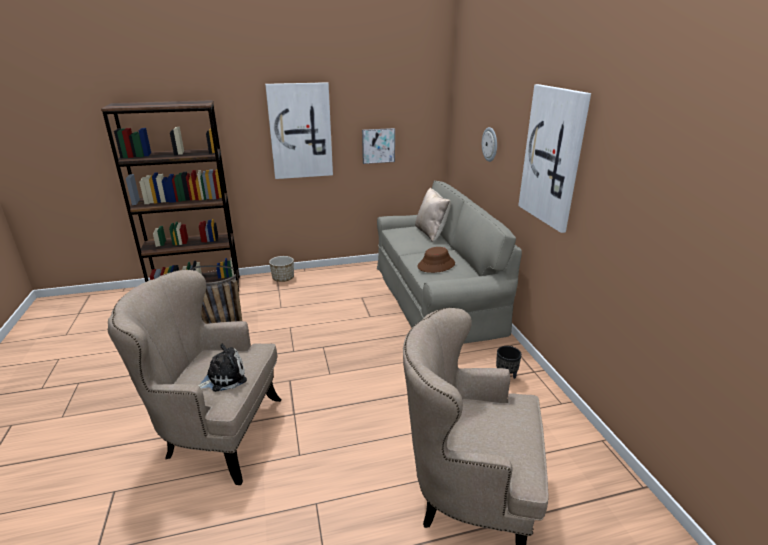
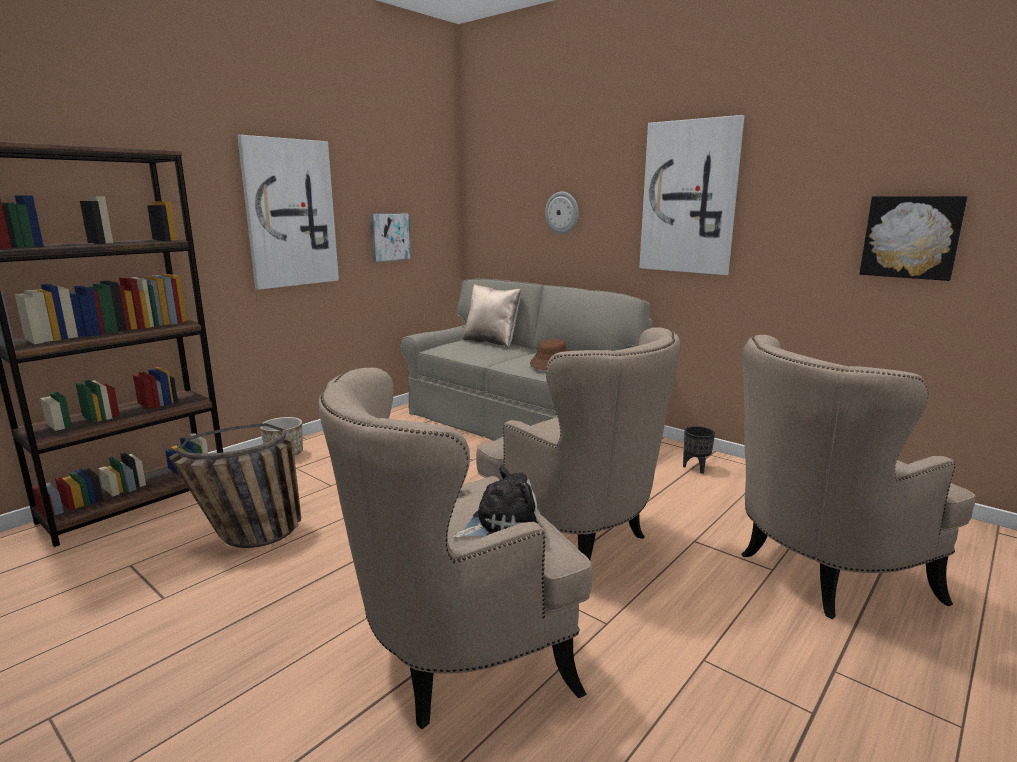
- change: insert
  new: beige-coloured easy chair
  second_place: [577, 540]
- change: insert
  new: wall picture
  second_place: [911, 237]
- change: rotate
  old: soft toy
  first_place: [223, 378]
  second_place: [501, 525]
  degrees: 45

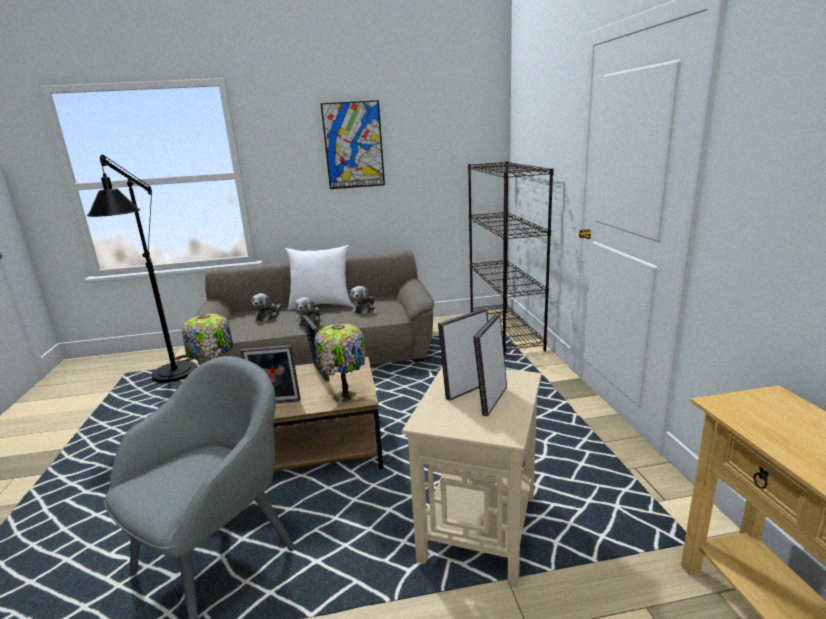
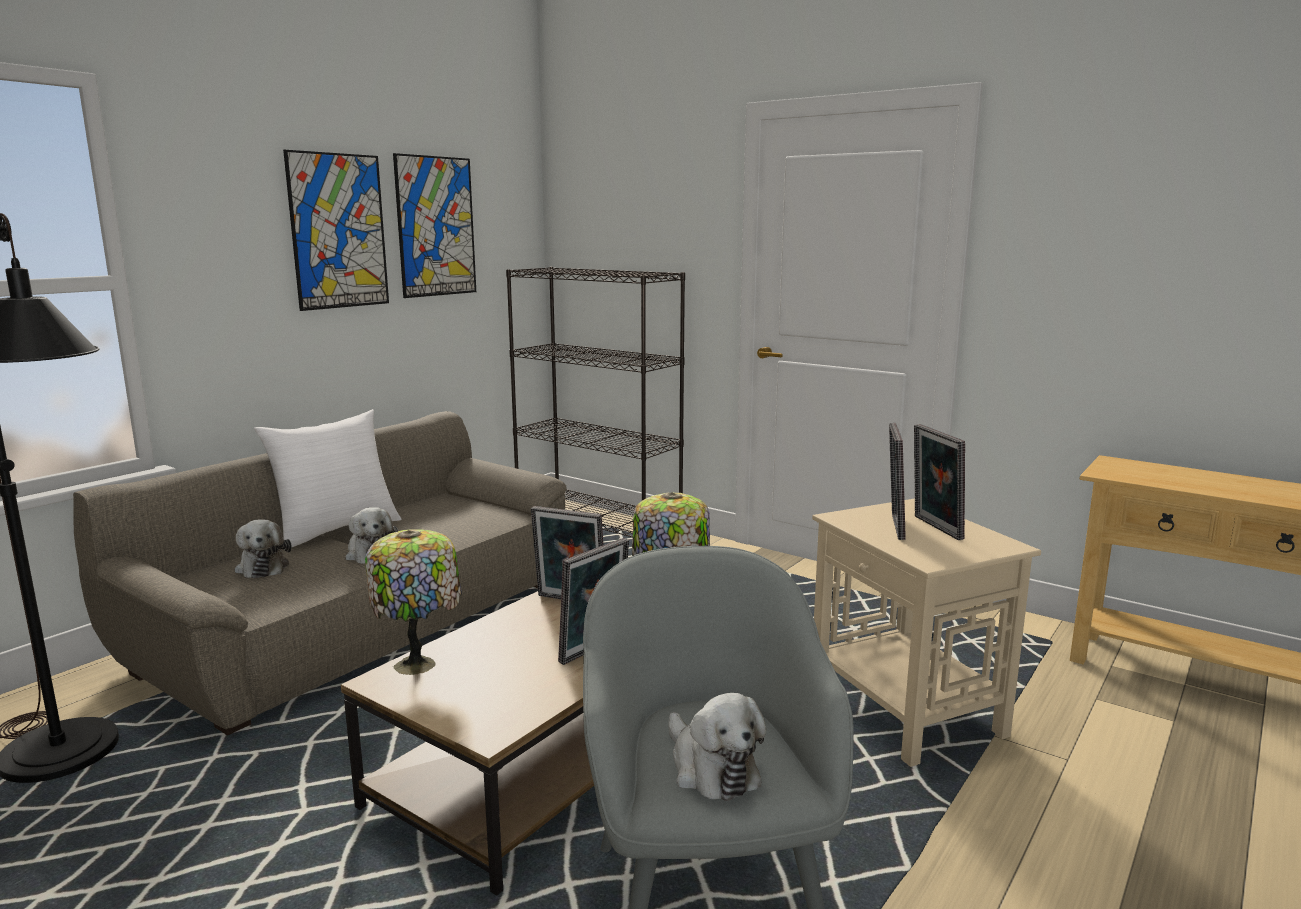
- change: insert
  new: wall picture
  second_place: [436, 226]
- change: move
  old: soft toy
  first_place: [363, 308]
  second_place: [711, 768]

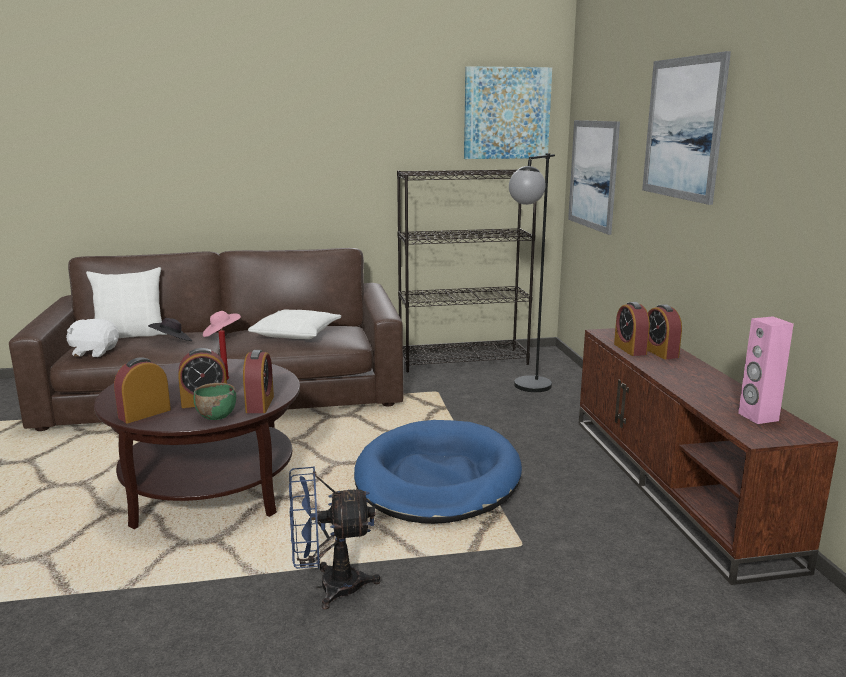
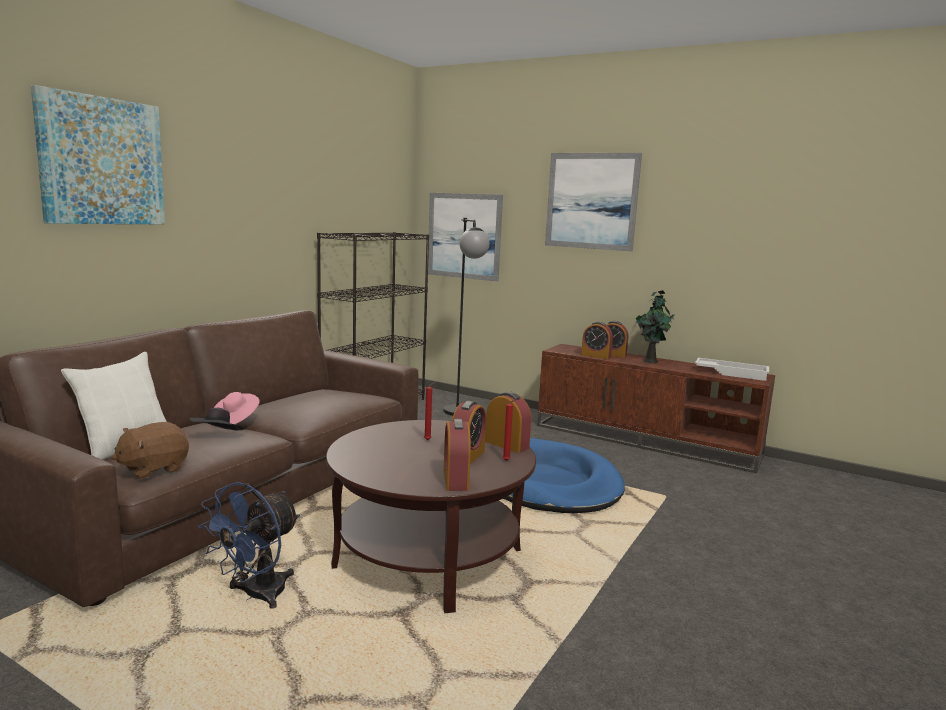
- change: delete
  old: white-coloured pillow
  first_place: [296, 333]
- change: insert
  new: houseplant
  second_place: [650, 361]
- change: move
  old: blue-coloured cooling fan
  first_place: [329, 587]
  second_place: [256, 596]
- change: move
  old: wall picture
  first_place: [506, 113]
  second_place: [102, 161]
- change: replace
  old: green bowl
  new: red wax light
  first_place: [216, 415]
  second_place: [507, 461]
- change: replace
  old: pink audio speaker
  new: white-coloured tray
  first_place: [757, 417]
  second_place: [731, 373]
- change: recolor
  old: white-coloured soft toy
  new: brownish soft toy
  first_place: [94, 352]
  second_place: [153, 469]

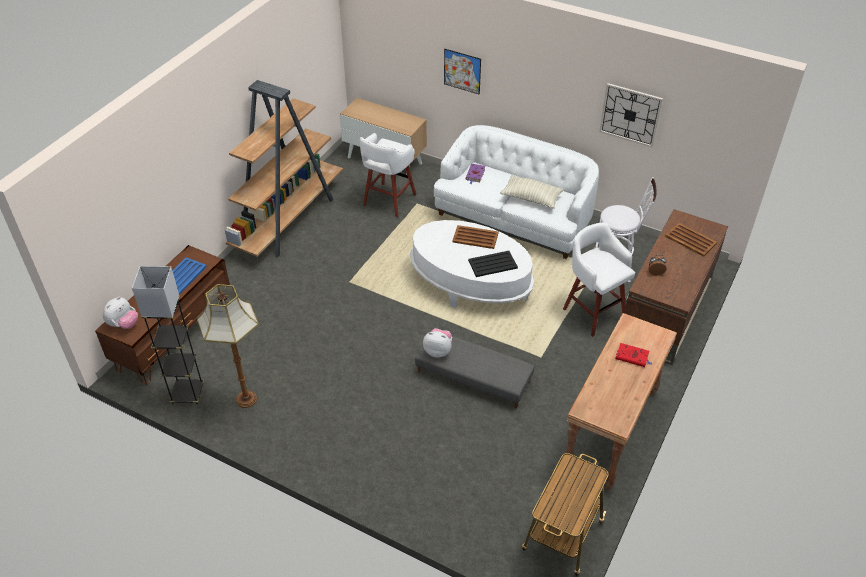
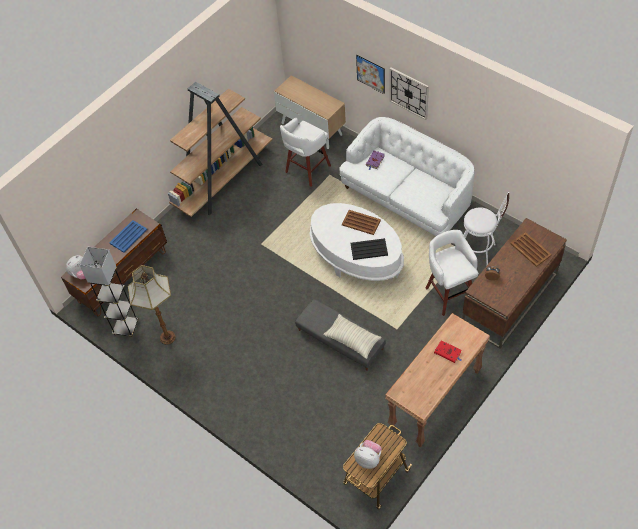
- change: move
  old: soft toy
  first_place: [438, 351]
  second_place: [368, 459]
- change: move
  old: pillow
  first_place: [531, 198]
  second_place: [352, 340]
- change: move
  old: wall clock
  first_place: [630, 115]
  second_place: [409, 93]

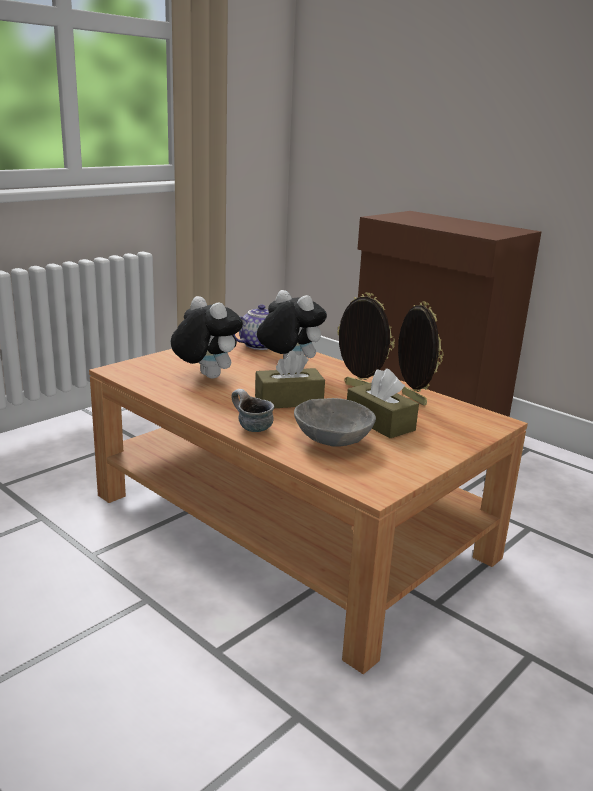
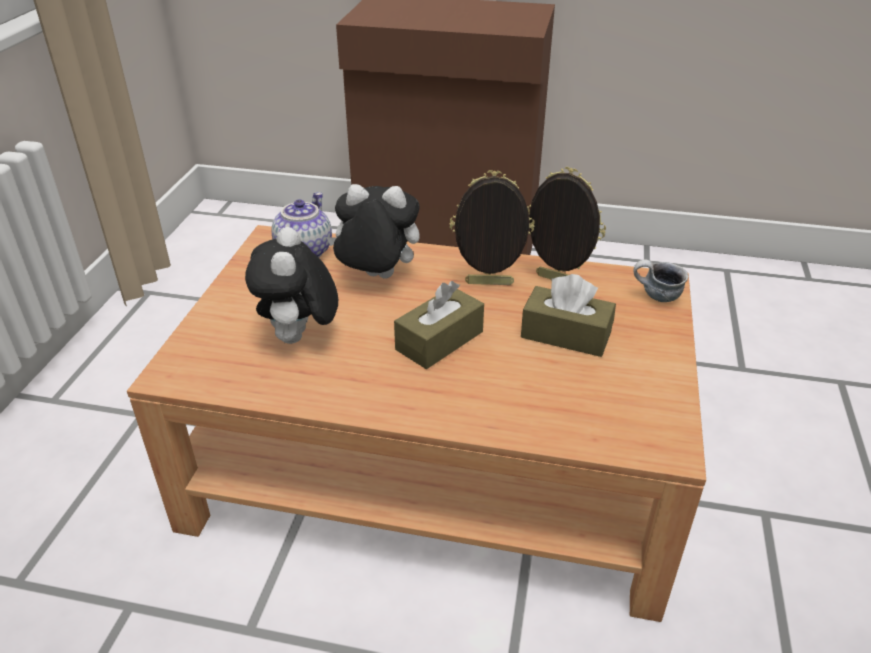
- change: delete
  old: grey bowl
  first_place: [331, 440]
- change: move
  old: tea mug
  first_place: [250, 428]
  second_place: [655, 297]
- change: rotate
  old: soft toy
  first_place: [205, 376]
  second_place: [299, 338]
  degrees: -105

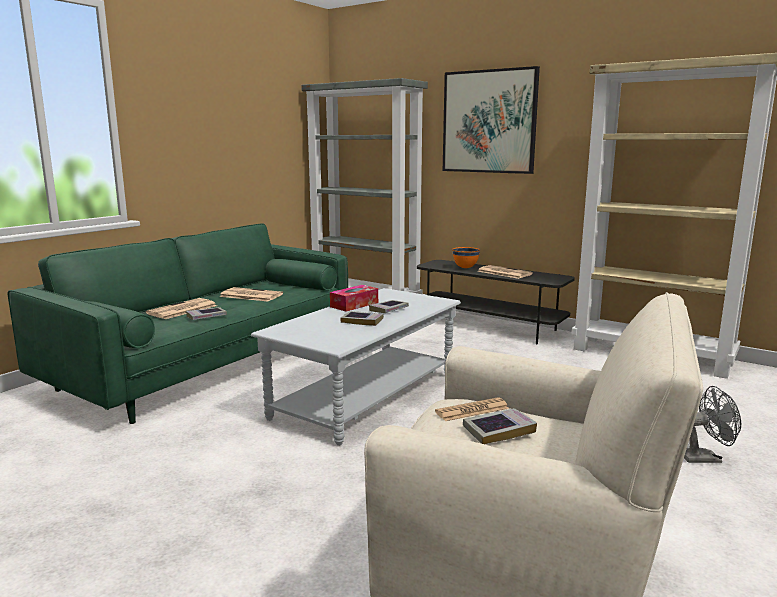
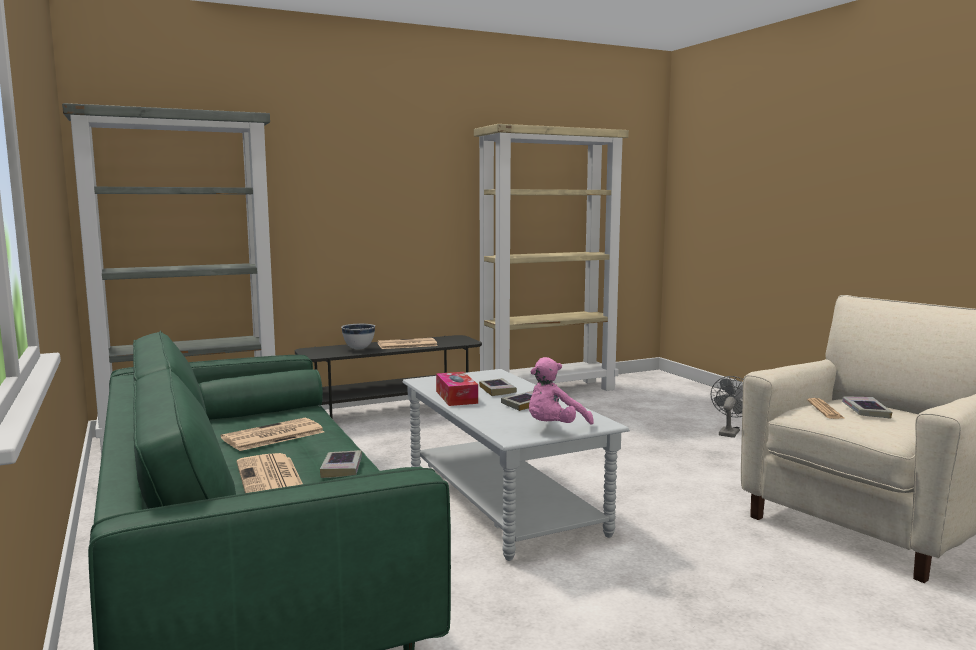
- change: delete
  old: wall picture
  first_place: [489, 122]
- change: insert
  new: pink soft toy
  second_place: [554, 428]
- change: recolor
  old: orange bowl
  new: white-coloured bowl
  first_place: [465, 268]
  second_place: [359, 349]

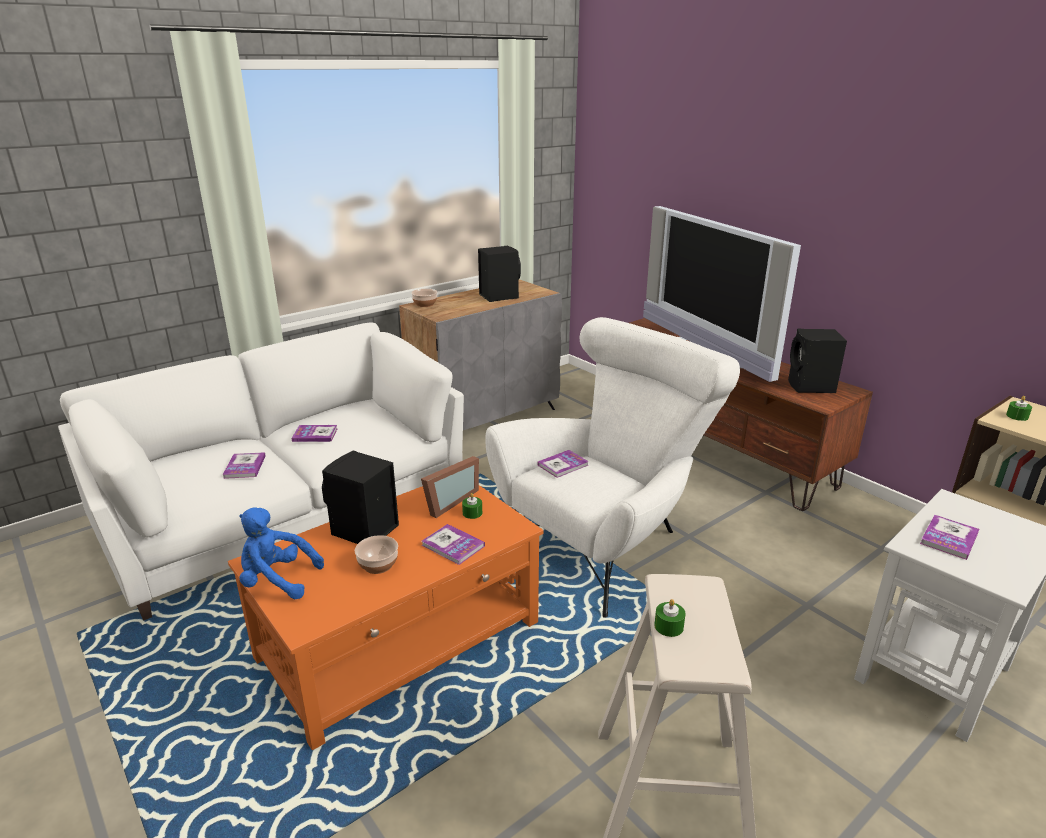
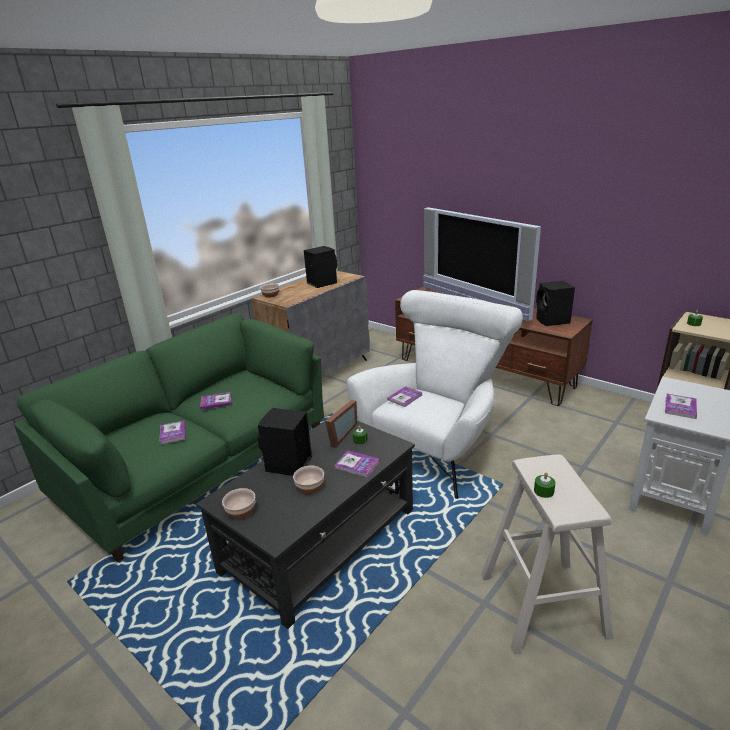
- change: replace
  old: blue-coloured soft toy
  new: bowl
  first_place: [277, 580]
  second_place: [240, 511]
- change: recolor
  old: white-coloured sofa
  new: green sofa
  first_place: [286, 513]
  second_place: [197, 464]
- change: recolor
  old: orange coffee table
  new: black-coloured coffee table
  first_place: [401, 640]
  second_place: [321, 540]

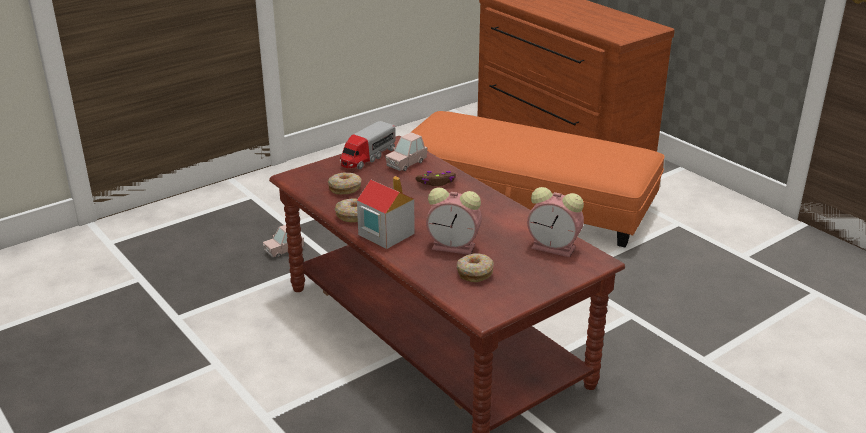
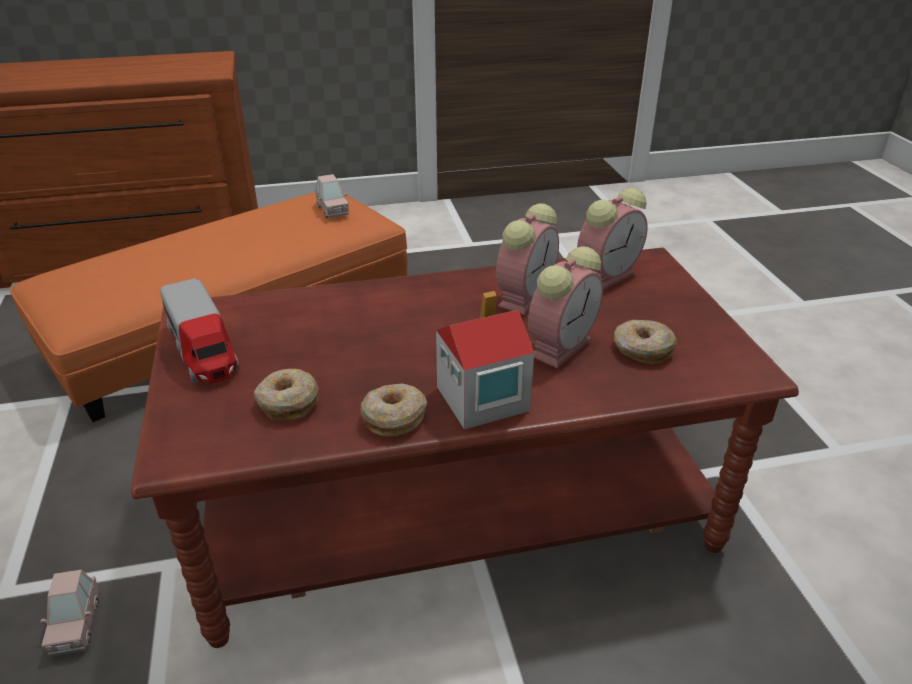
- change: delete
  old: brownish game controller
  first_place: [436, 183]
- change: insert
  new: alarm clock
  second_place: [525, 296]
- change: move
  old: pink miniature car
  first_place: [406, 164]
  second_place: [332, 210]

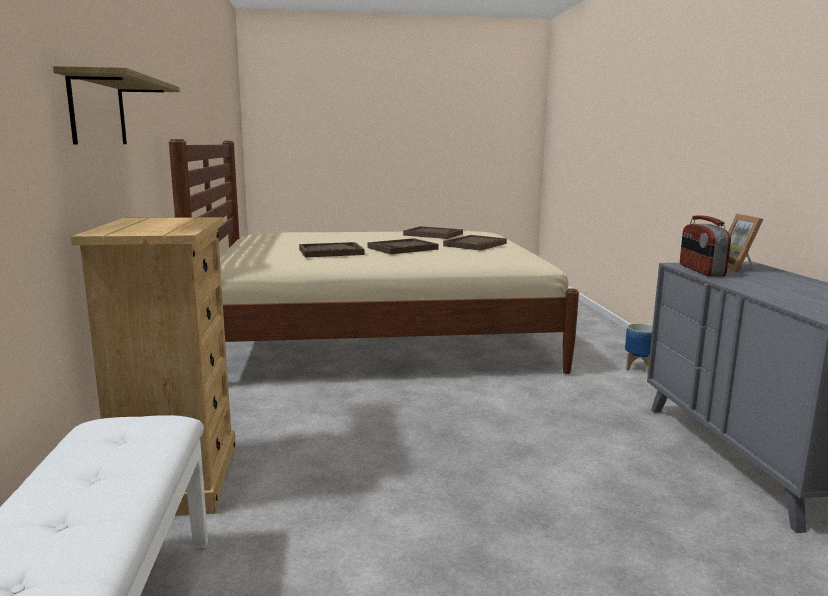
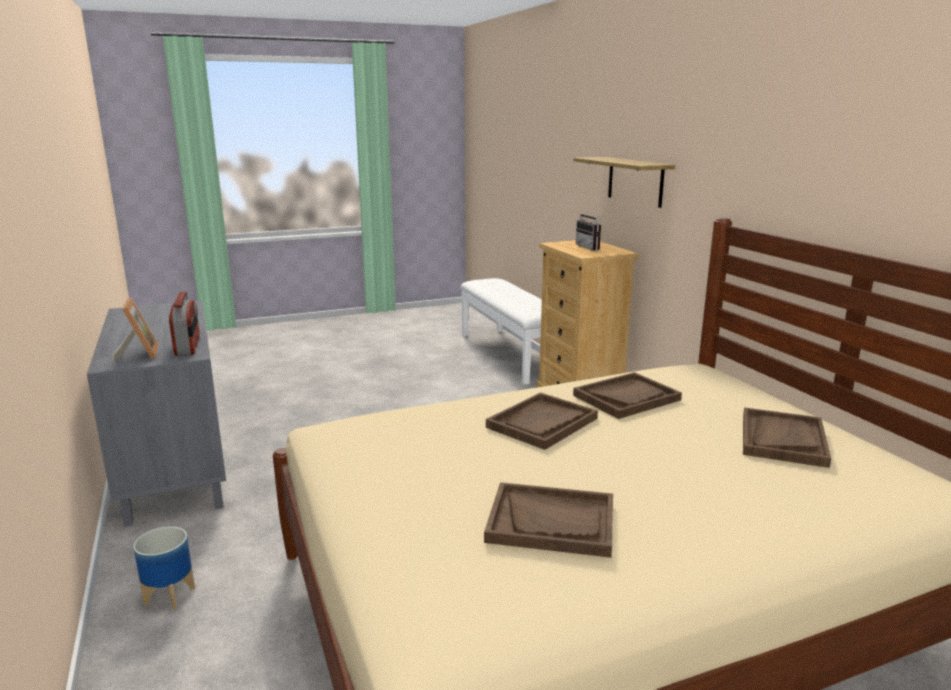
- change: insert
  new: radio receiver
  second_place: [591, 248]
- change: move
  old: brownish tray
  first_place: [475, 245]
  second_place: [782, 439]

